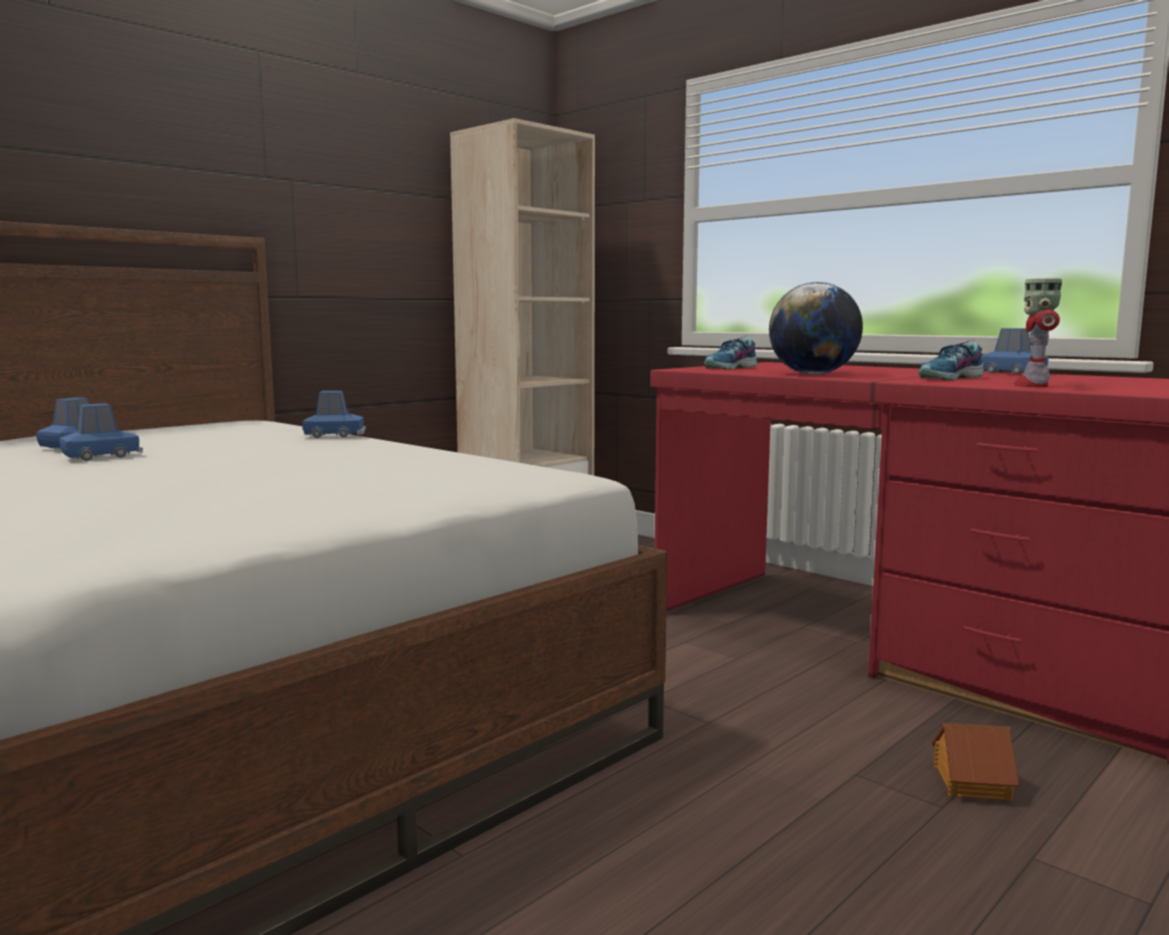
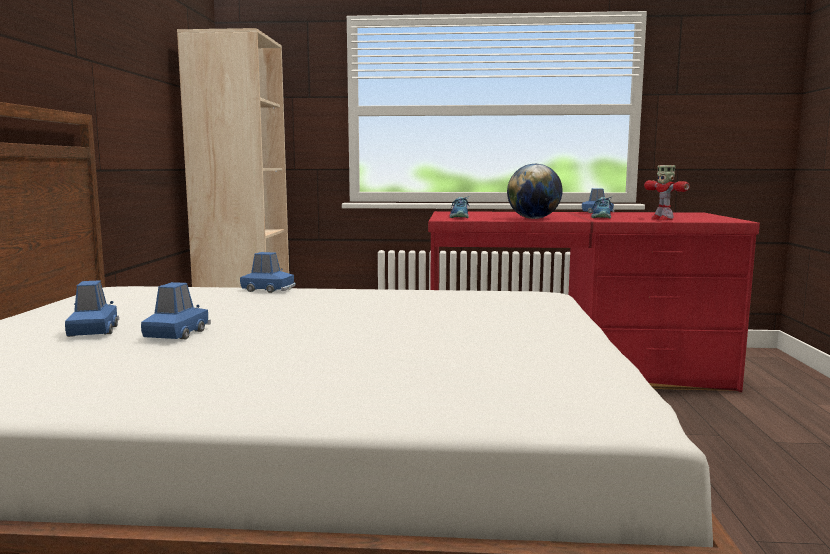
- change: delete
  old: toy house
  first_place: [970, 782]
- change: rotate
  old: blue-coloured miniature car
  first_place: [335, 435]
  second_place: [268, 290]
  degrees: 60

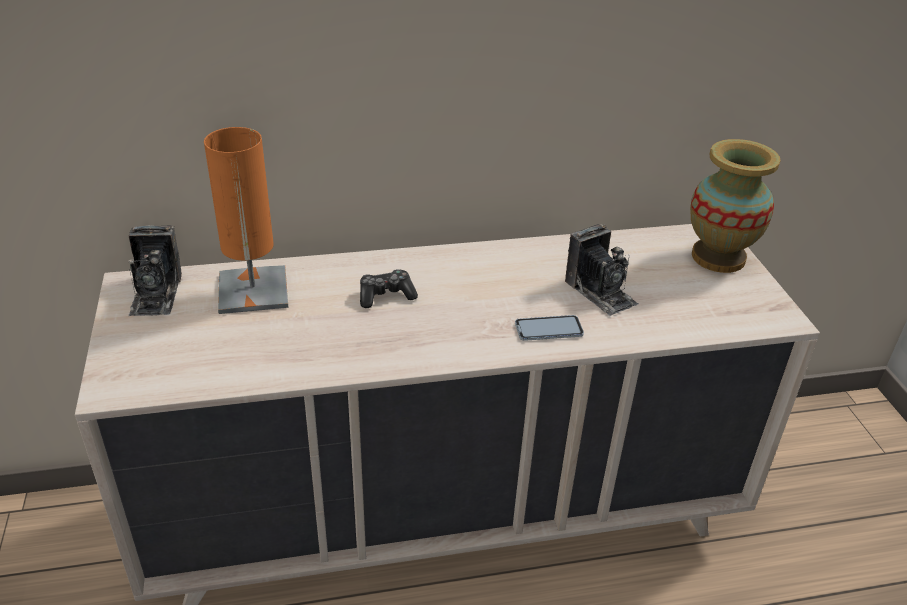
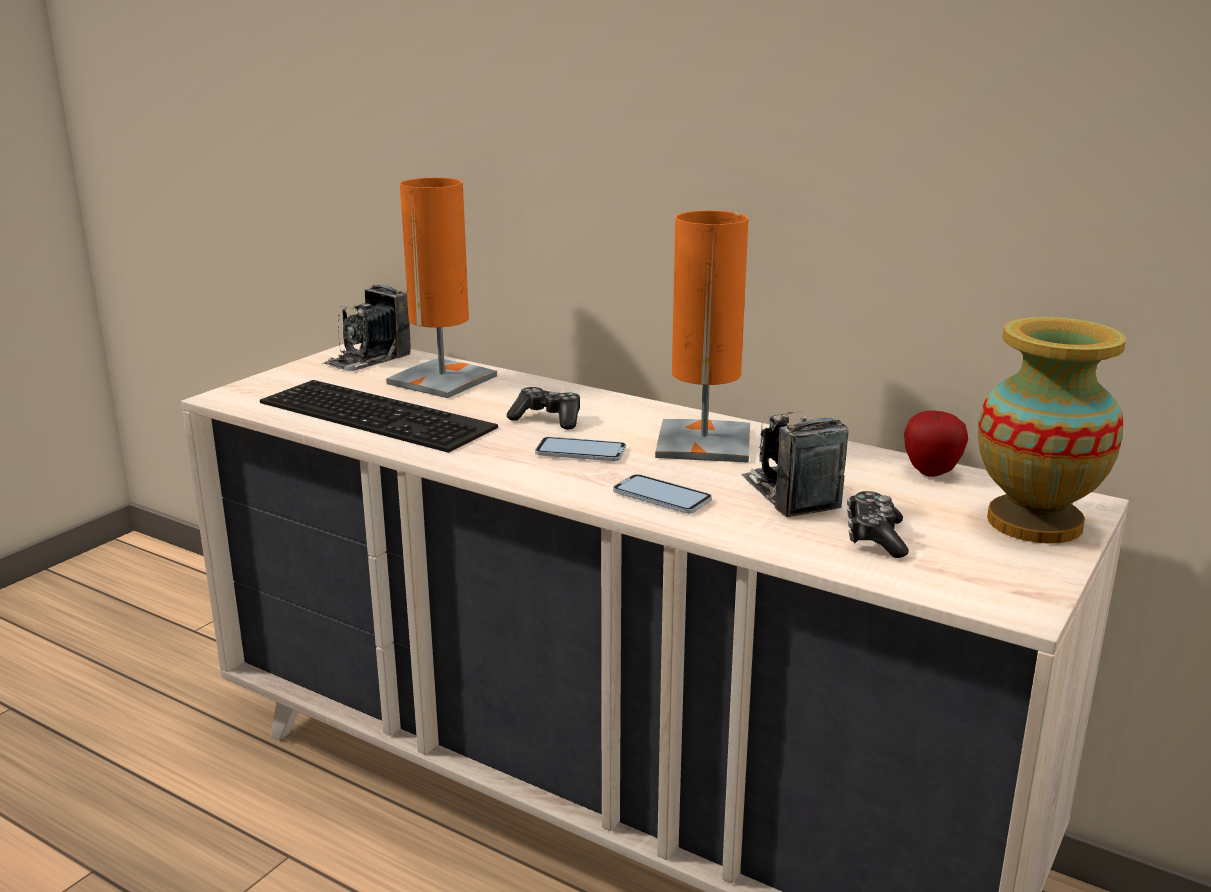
- change: insert
  new: computer keyboard
  second_place: [381, 414]
- change: insert
  new: telephone
  second_place: [580, 452]
- change: insert
  new: orange tabletop lamp
  second_place: [703, 443]
- change: insert
  new: game controller
  second_place: [875, 537]
- change: insert
  new: apple
  second_place: [931, 472]
- change: rotate
  old: still camera
  first_place: [600, 292]
  second_place: [789, 493]
  degrees: 150

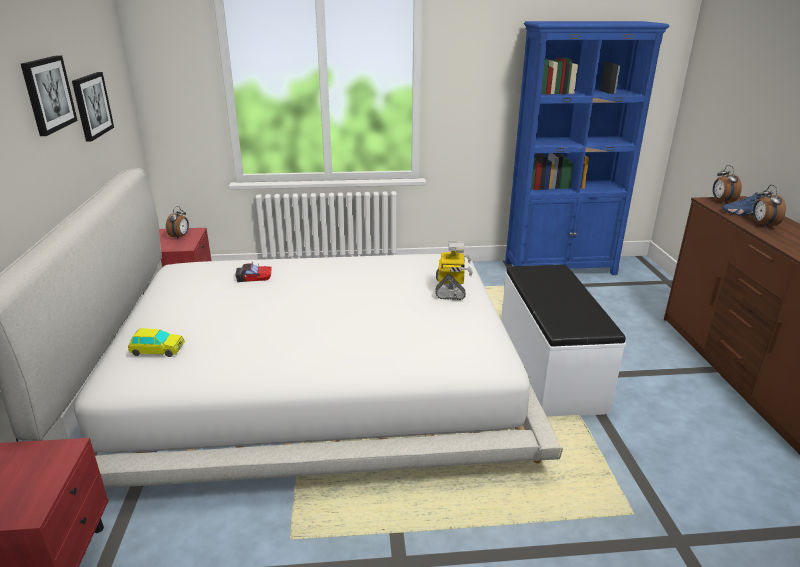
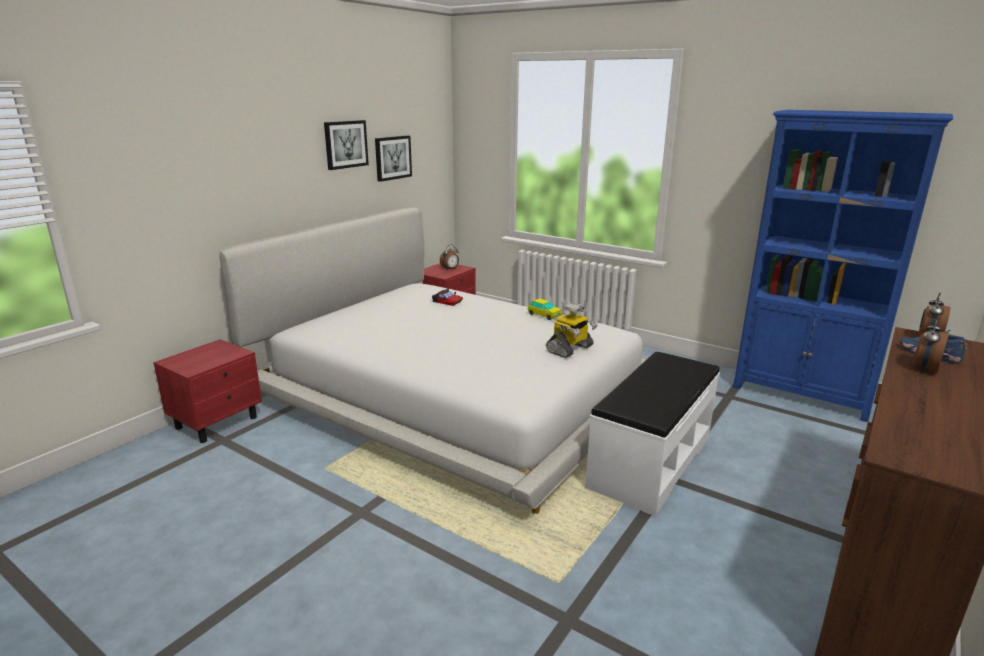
- change: move
  old: miniature car
  first_place: [158, 350]
  second_place: [544, 315]

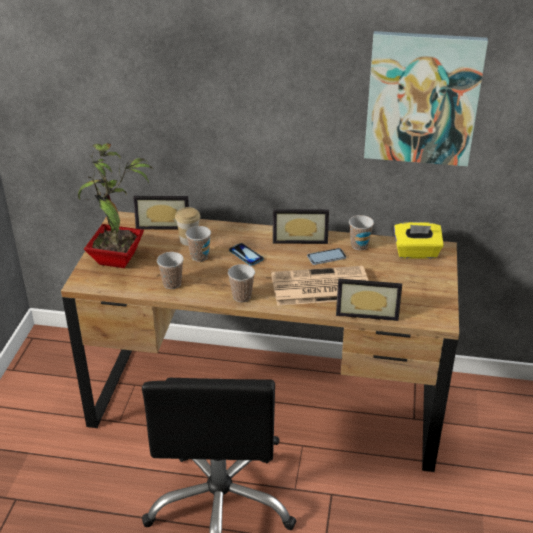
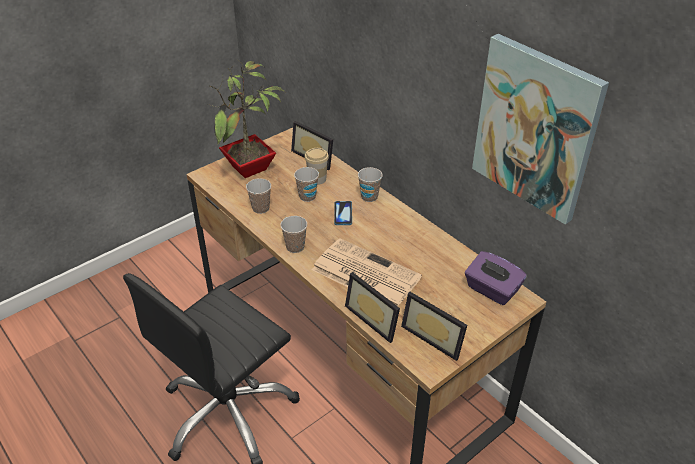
- change: delete
  old: telephone
  first_place: [326, 257]
- change: move
  old: picture frame
  first_place: [300, 238]
  second_place: [435, 336]
- change: move
  old: small cup
  first_place: [359, 245]
  second_place: [369, 197]
- change: recolor
  old: yellowish tissue box
  new: purple tissue box
  first_place: [416, 253]
  second_place: [491, 290]

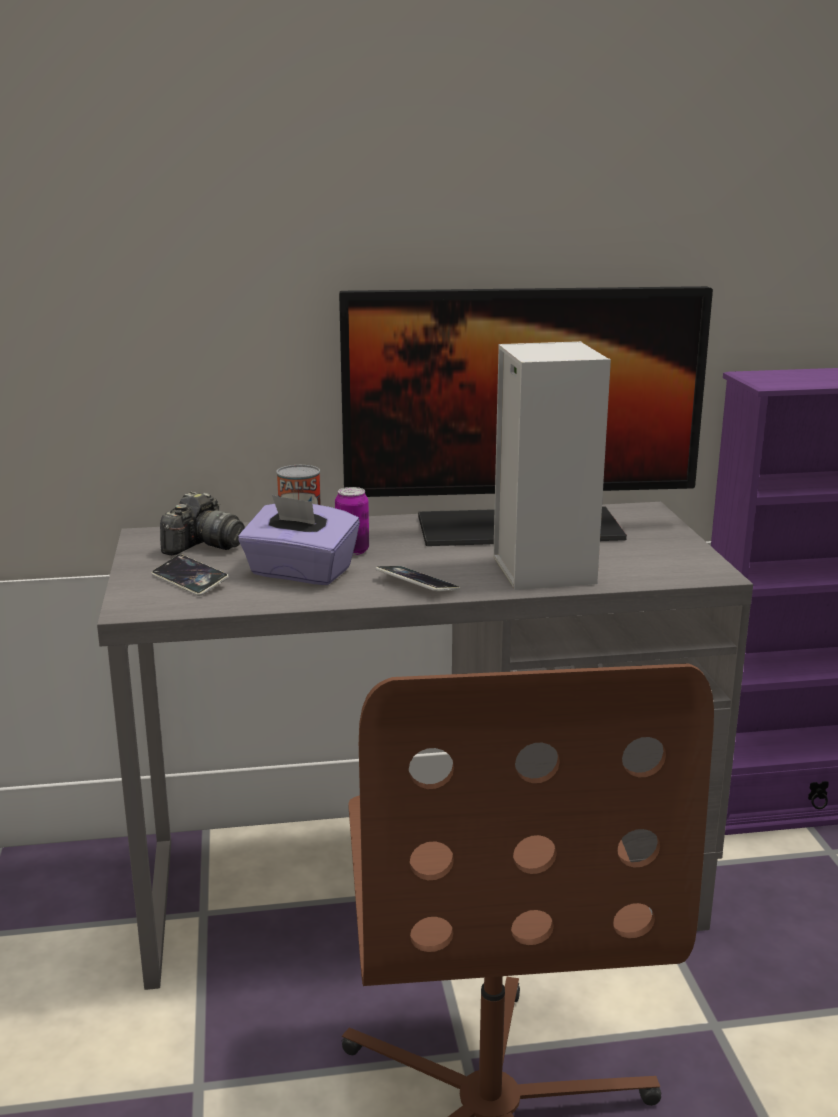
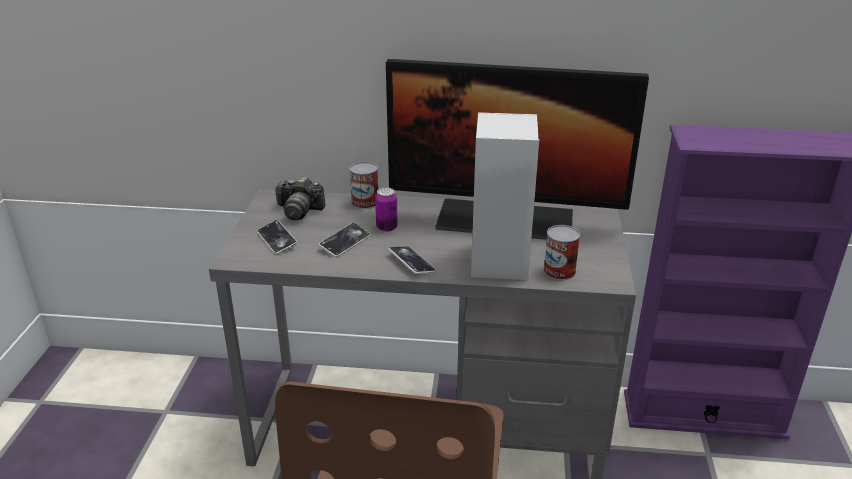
- change: insert
  new: can
  second_place: [559, 271]
- change: replace
  old: purple tissue box
  new: telephone
  first_place: [300, 573]
  second_place: [345, 243]
- change: rotate
  old: still camera
  first_place: [203, 545]
  second_place: [299, 210]
  degrees: 60

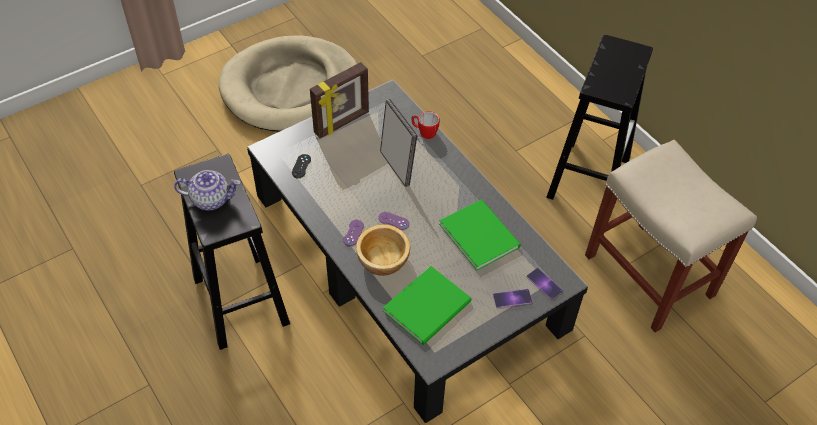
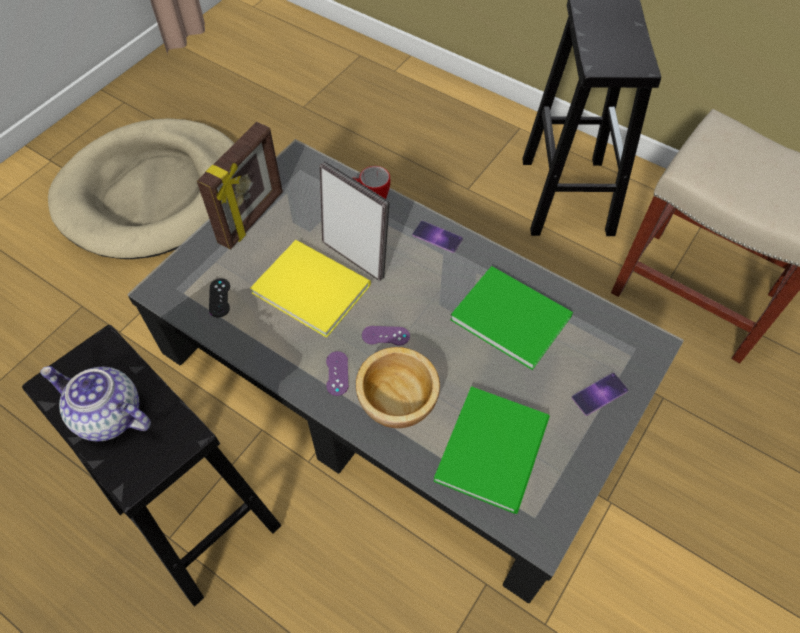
- change: insert
  new: yellowish volume
  second_place: [310, 286]
- change: move
  old: telephone
  first_place: [544, 284]
  second_place: [437, 237]
- change: rotate
  old: pot for tea
  first_place: [211, 199]
  second_place: [108, 416]
  degrees: -135

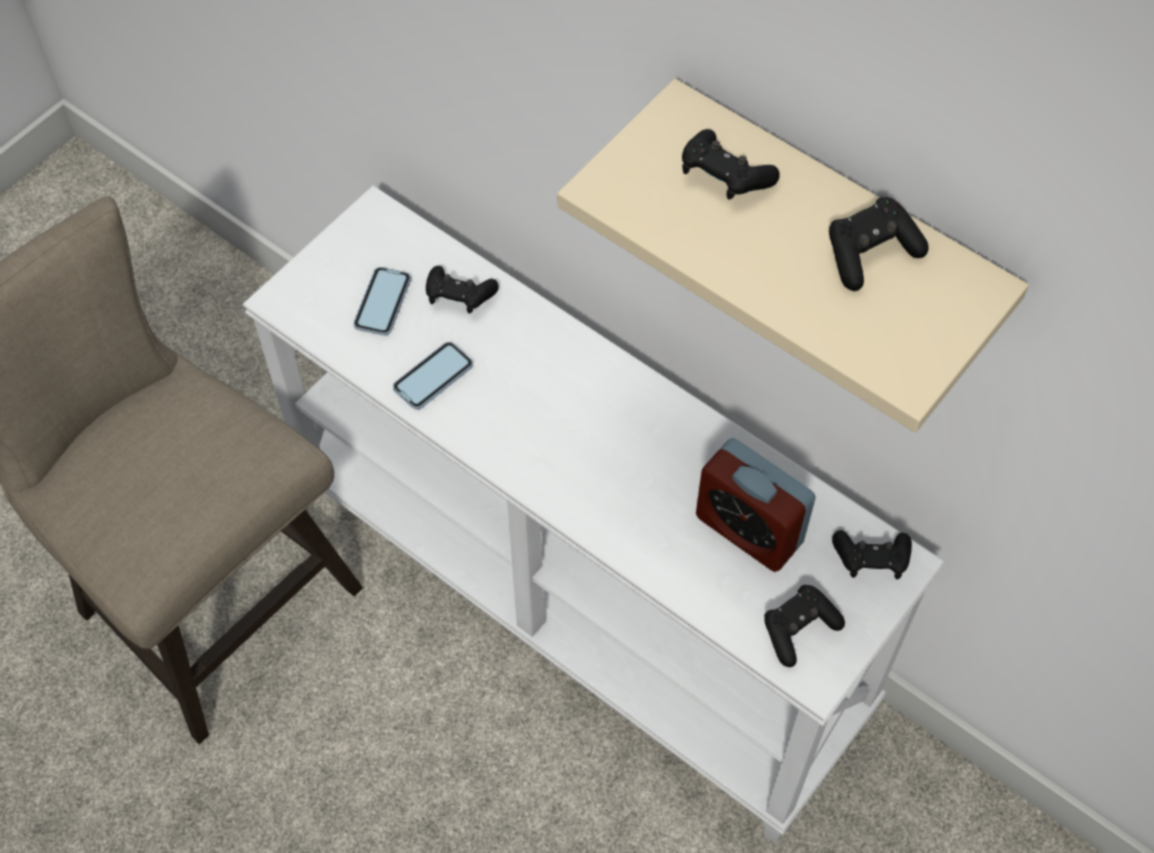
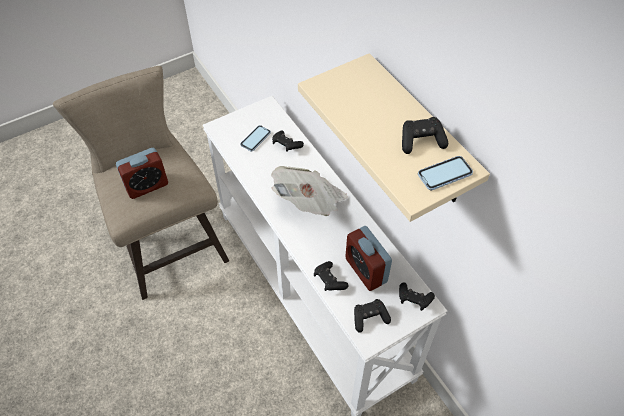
- change: insert
  new: alarm clock
  second_place: [147, 186]
- change: insert
  new: printed paper
  second_place: [310, 202]
- change: move
  old: telephone
  first_place: [433, 377]
  second_place: [444, 174]
- change: move
  old: black-coloured game controller
  first_place: [724, 178]
  second_place: [329, 281]

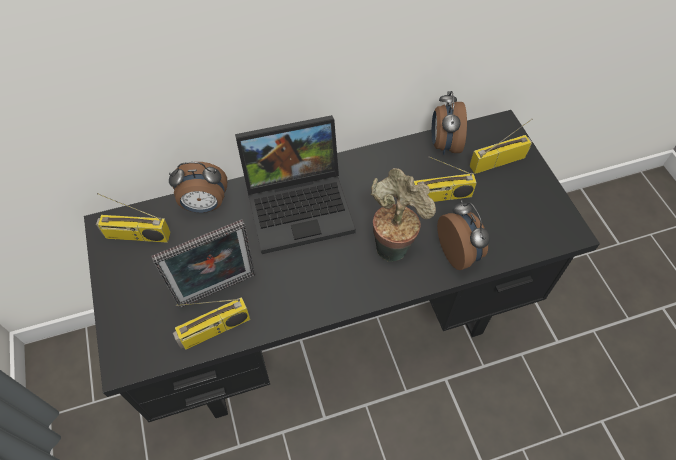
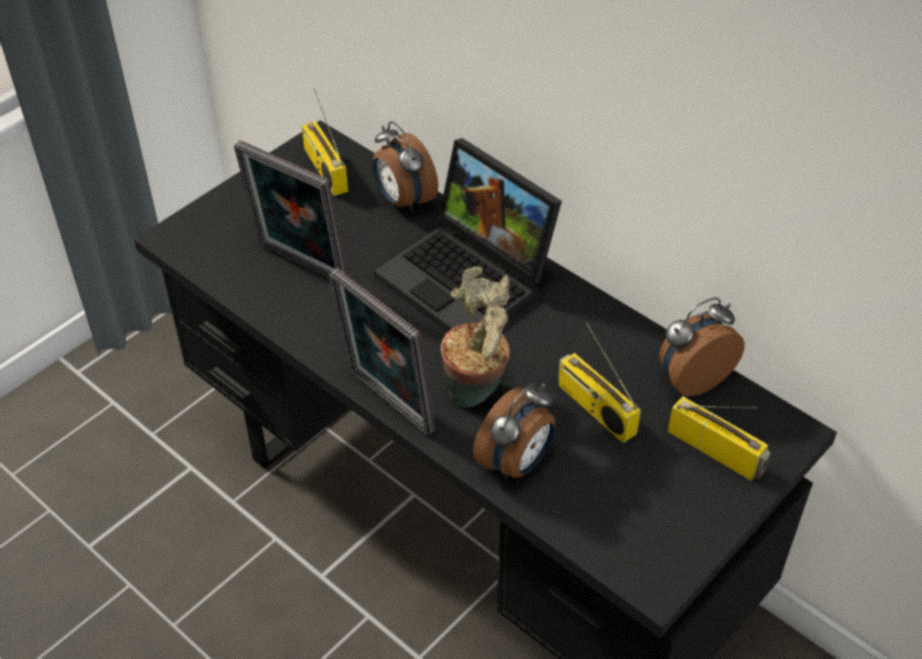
- change: delete
  old: radio receiver
  first_place: [214, 330]
- change: insert
  new: picture frame
  second_place: [386, 405]

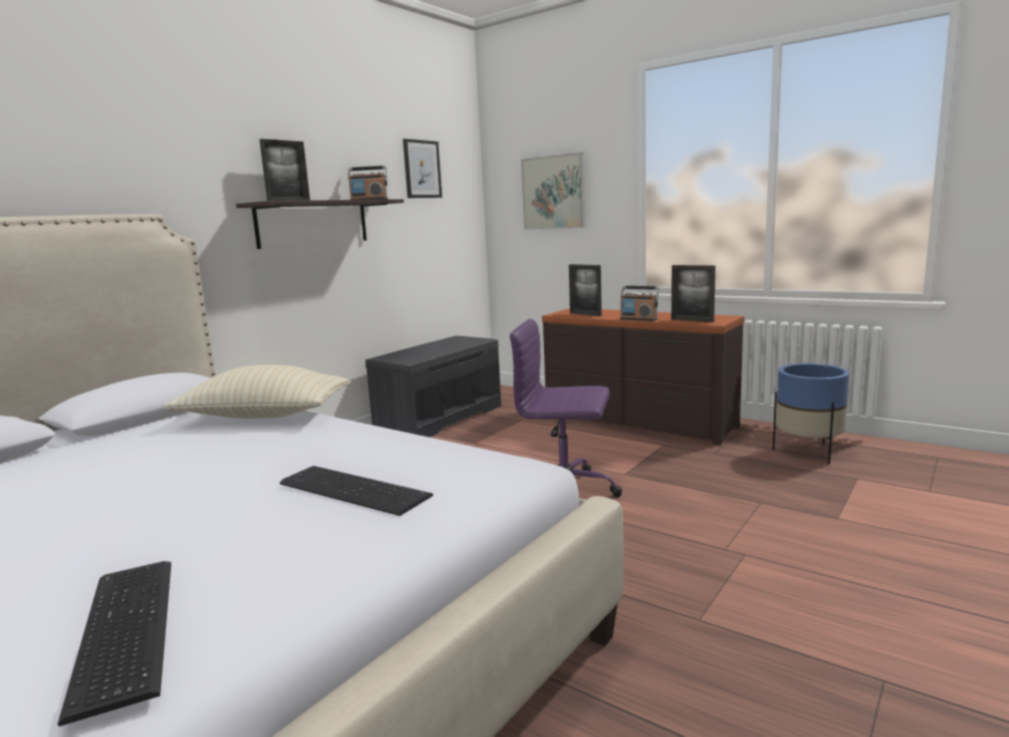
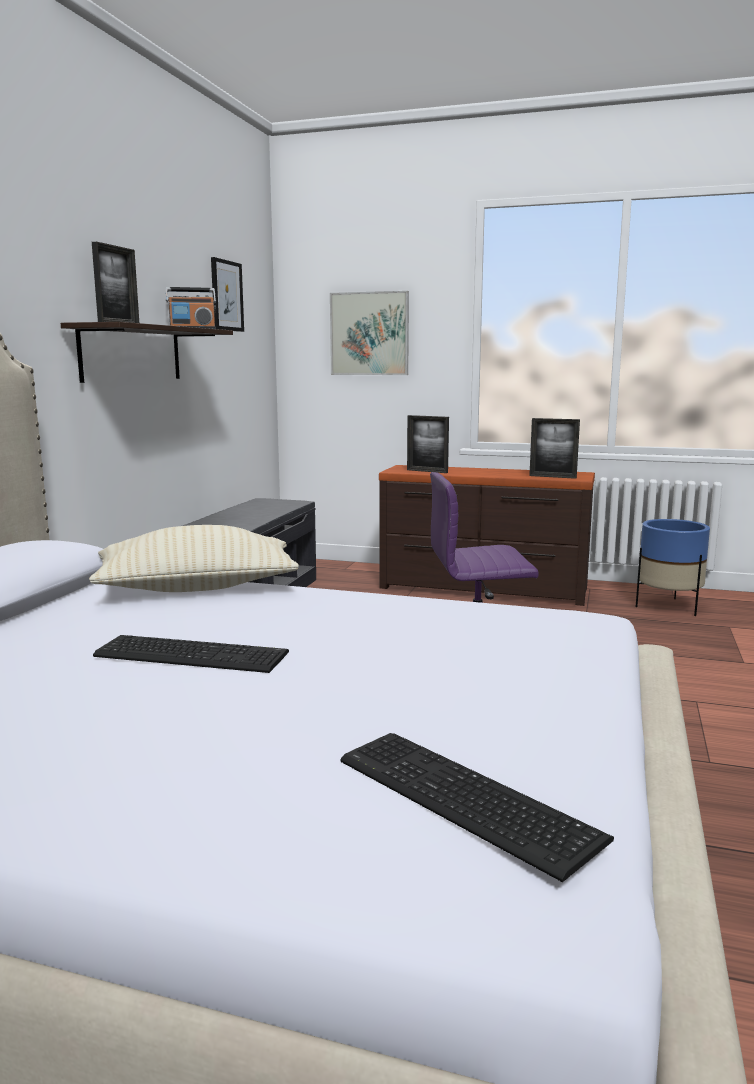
- change: delete
  old: radio receiver
  first_place: [638, 319]
- change: move
  old: computer keyboard
  first_place: [354, 488]
  second_place: [191, 653]

